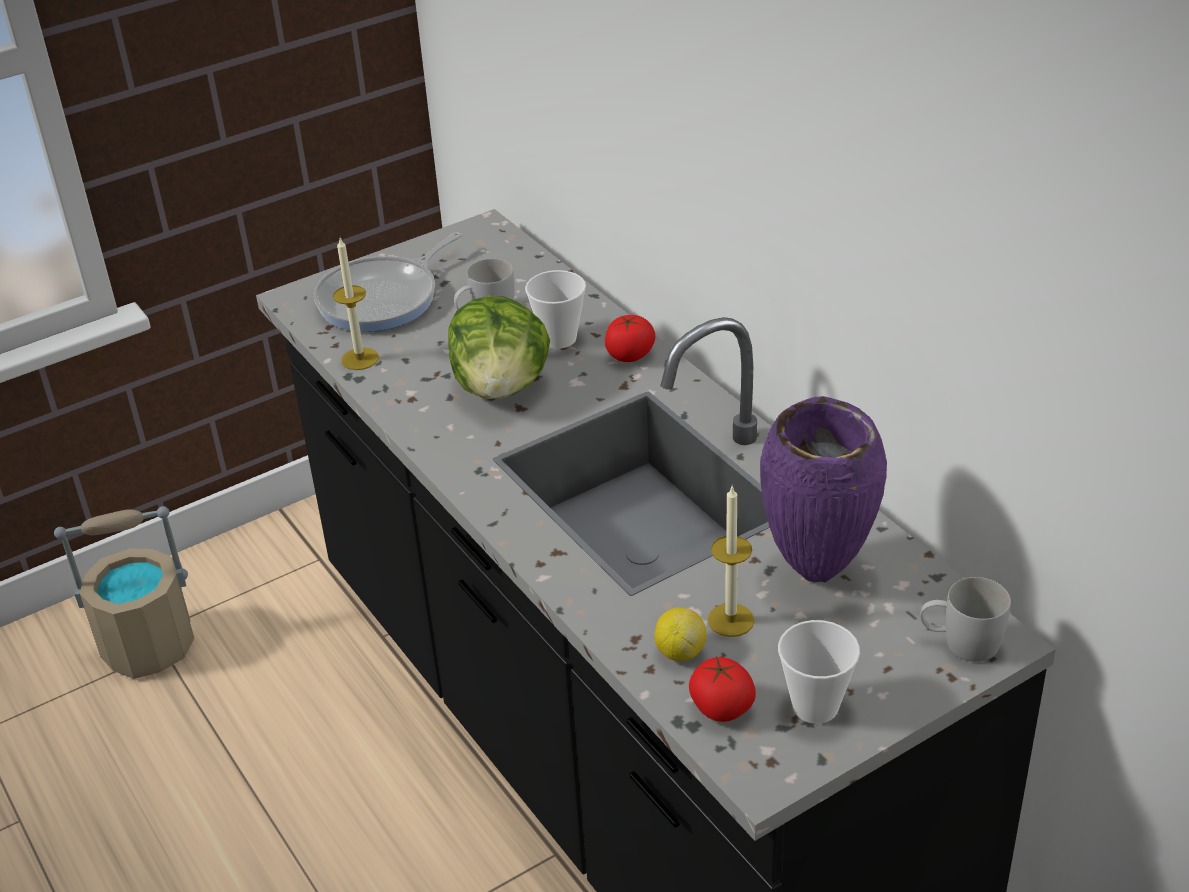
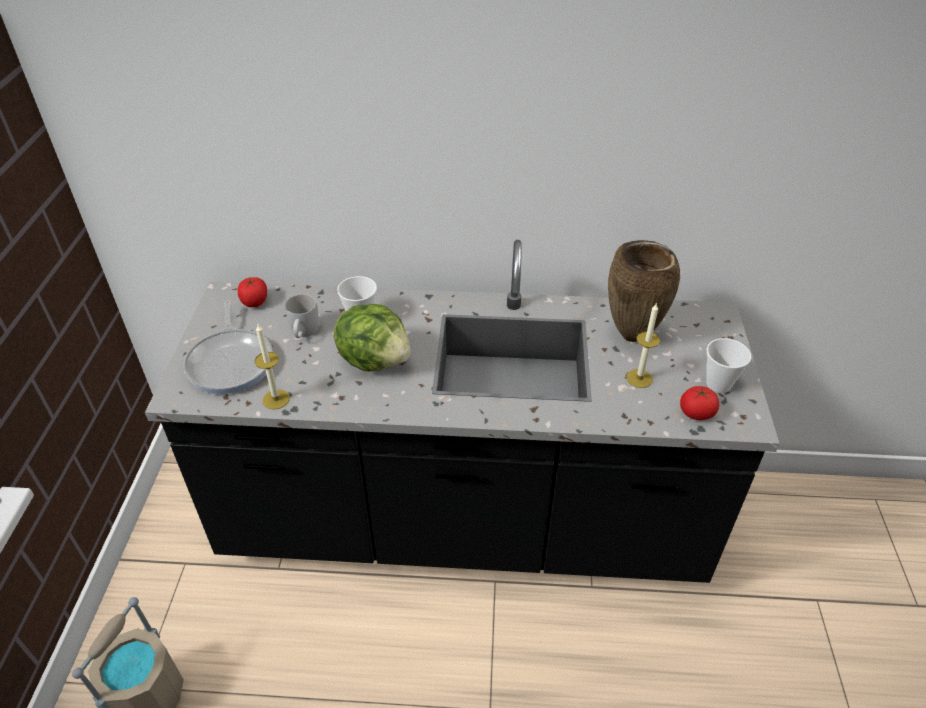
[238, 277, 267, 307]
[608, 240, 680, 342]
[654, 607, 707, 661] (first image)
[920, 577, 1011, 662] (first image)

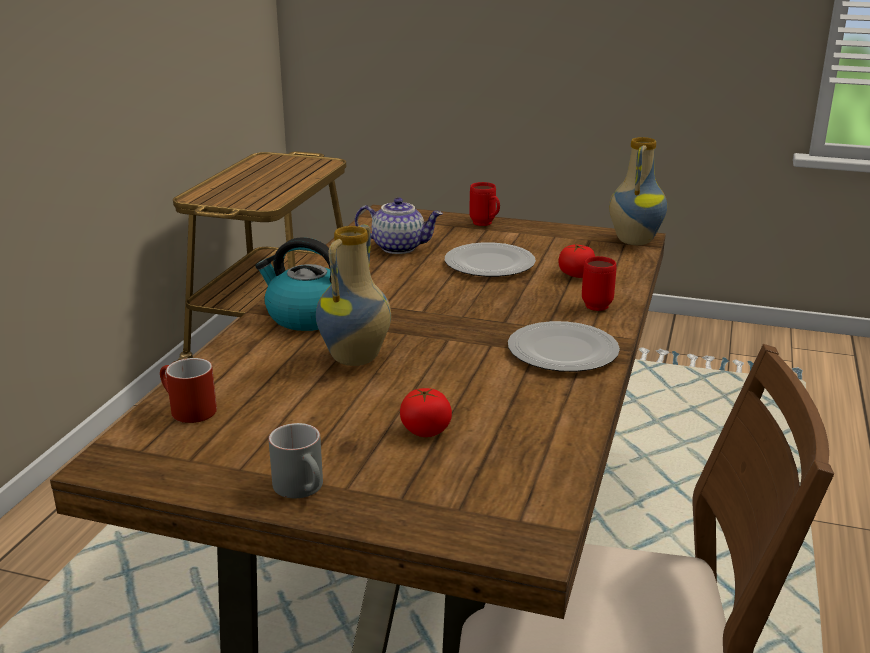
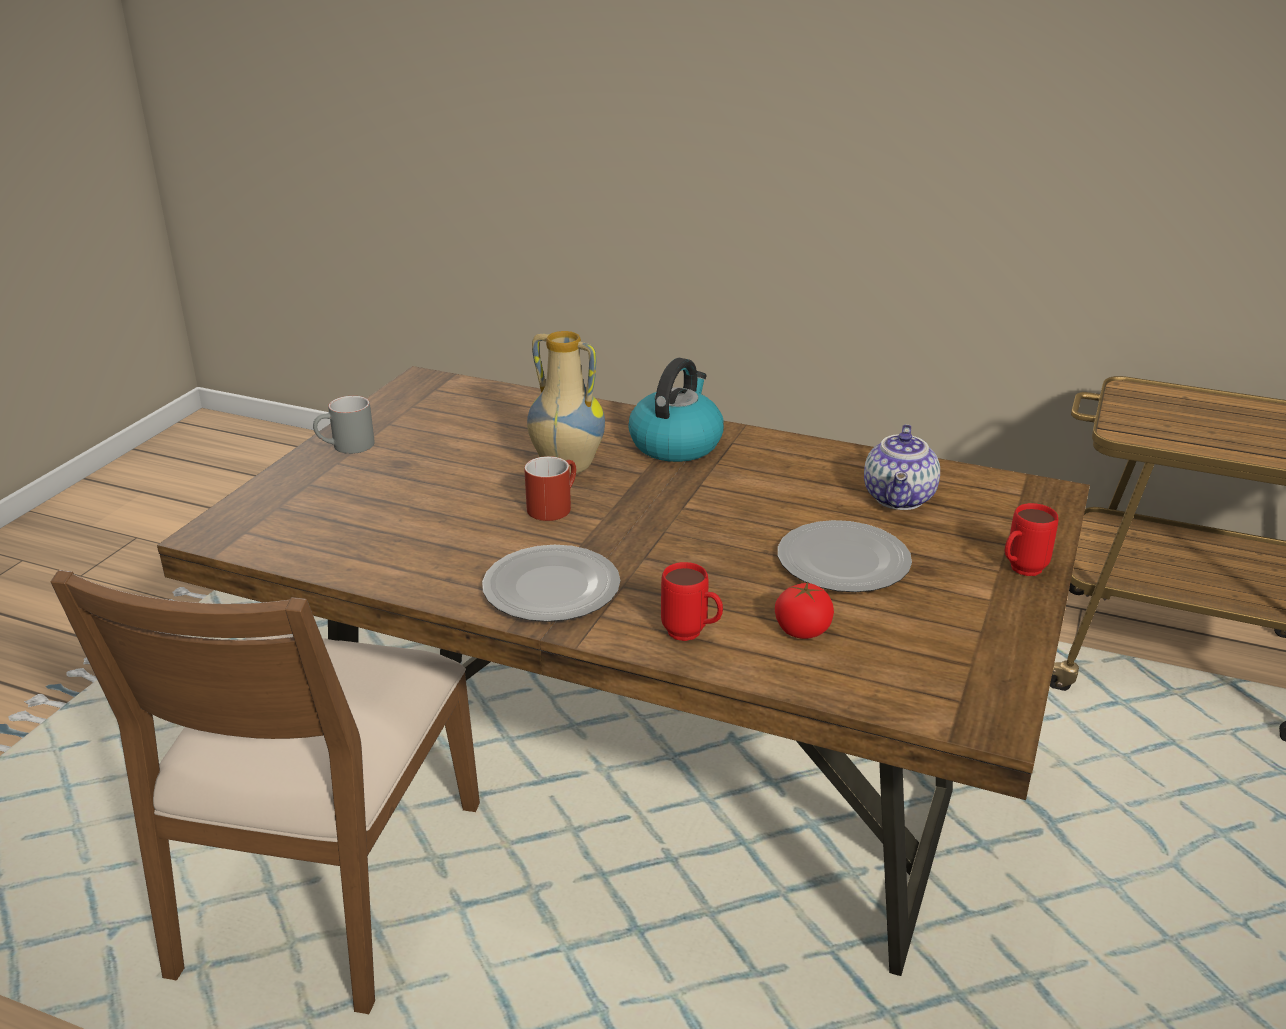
[524, 456, 576, 521]
[400, 388, 452, 437] (first image)
[609, 137, 667, 245] (first image)

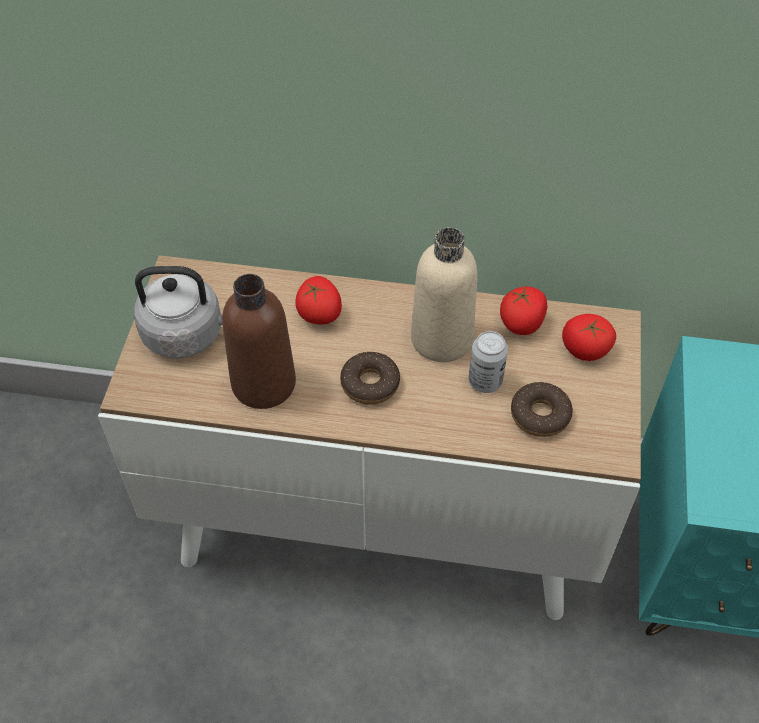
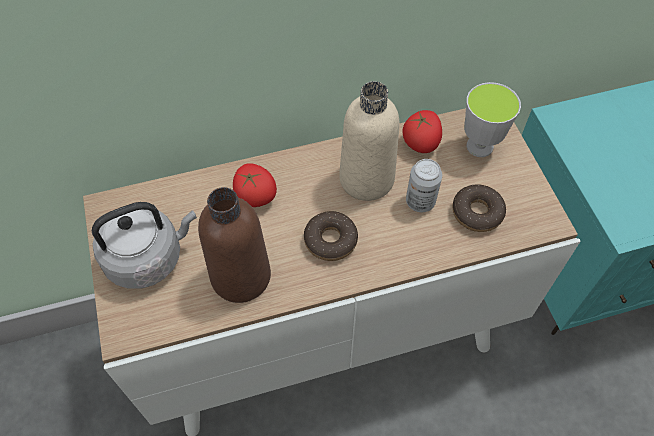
[464, 82, 521, 157]

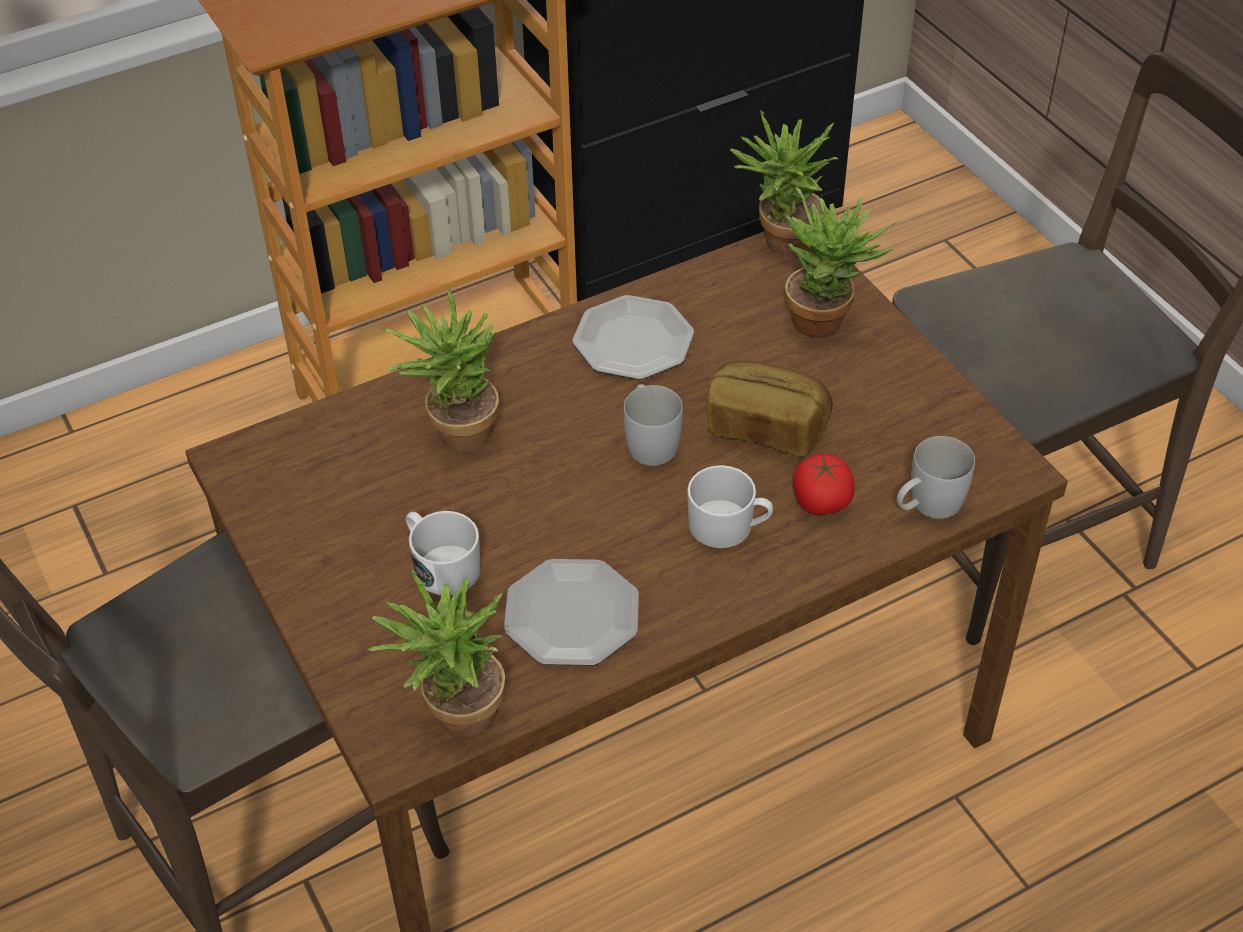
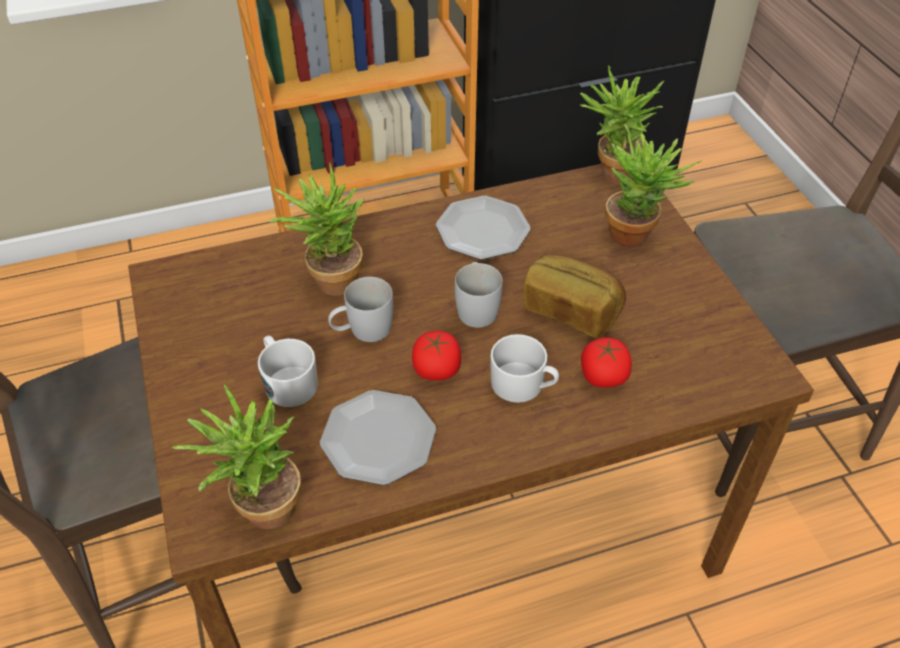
[328, 277, 393, 342]
[412, 331, 461, 380]

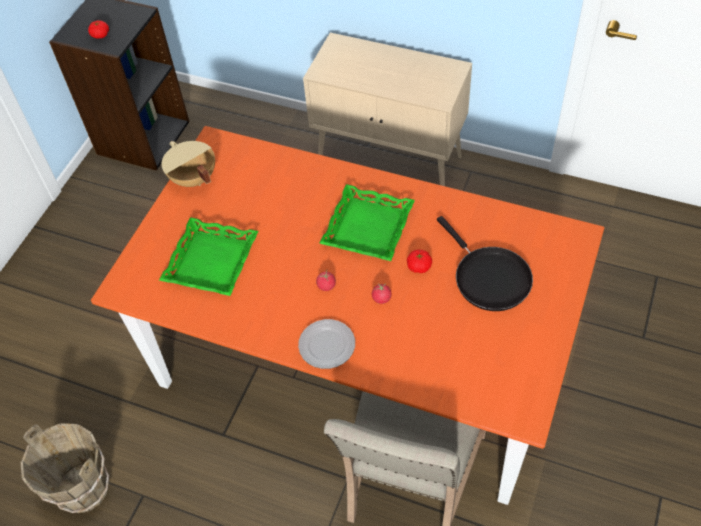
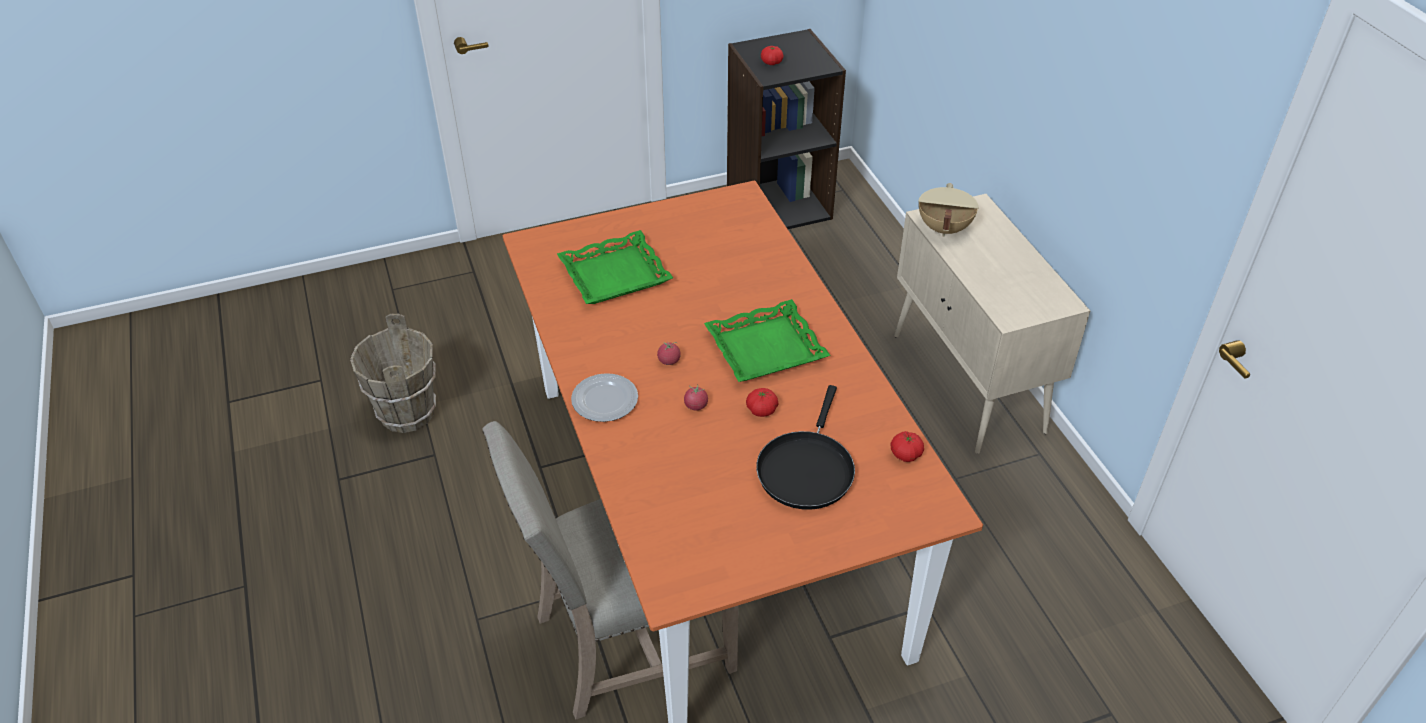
[891, 431, 924, 462]
[918, 183, 978, 237]

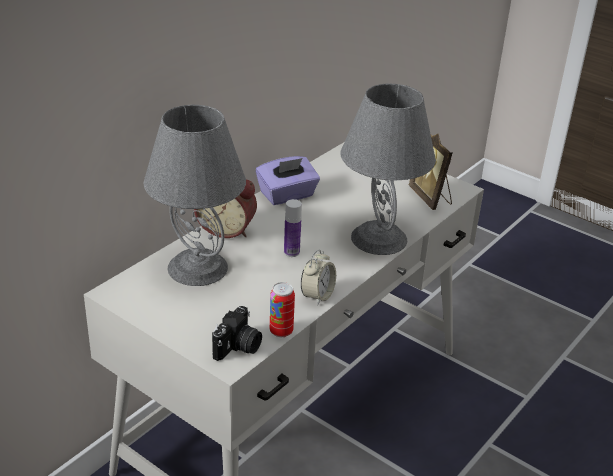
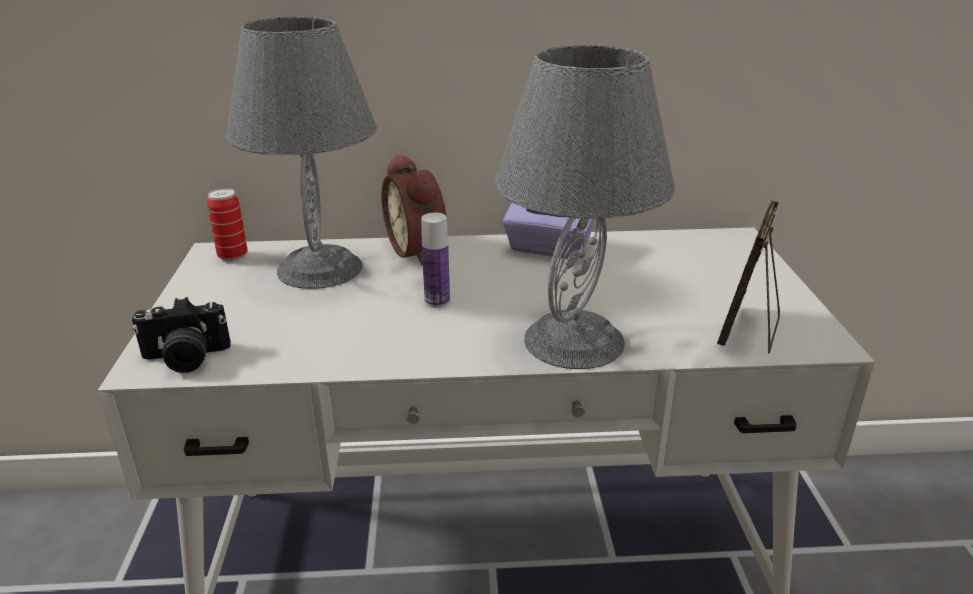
[207, 188, 248, 262]
[301, 249, 336, 305] (first image)

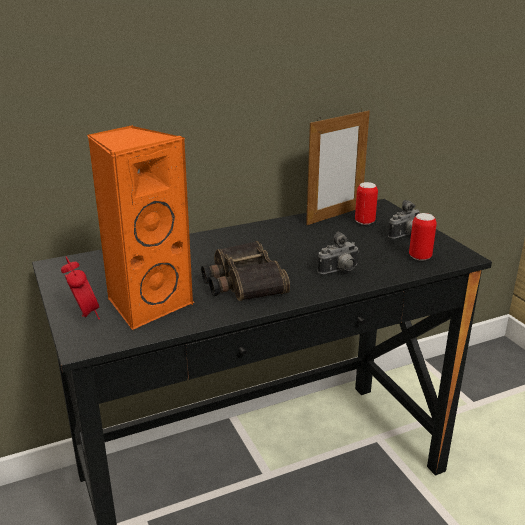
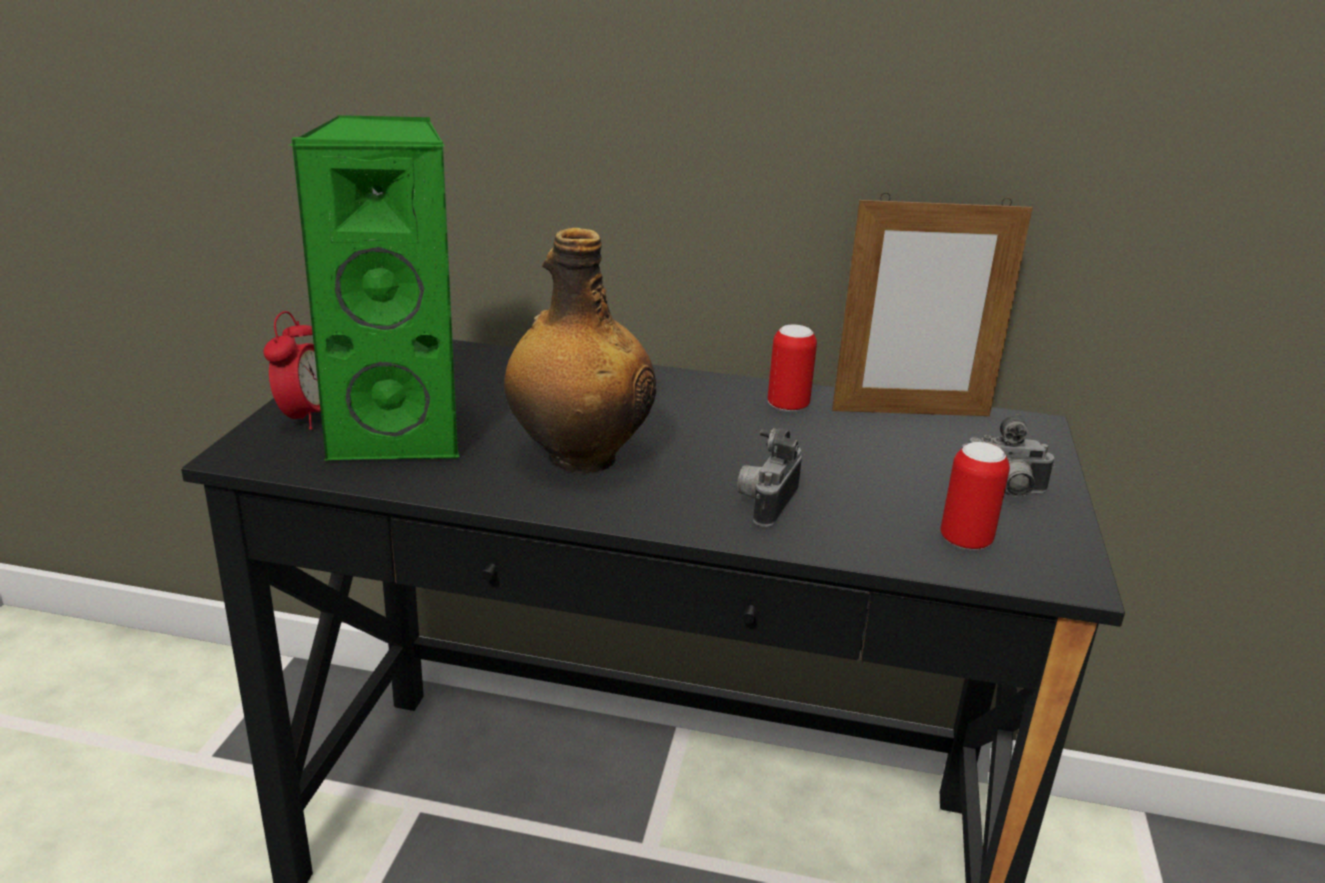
[288, 115, 460, 462]
[504, 228, 656, 473]
[737, 428, 802, 527]
[768, 325, 817, 413]

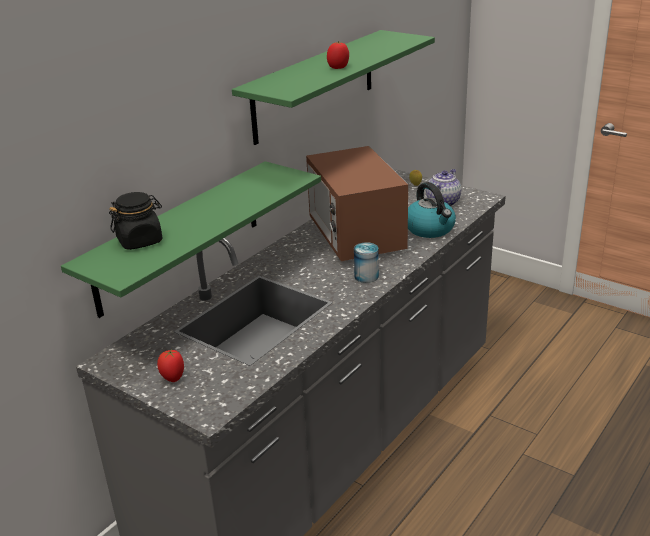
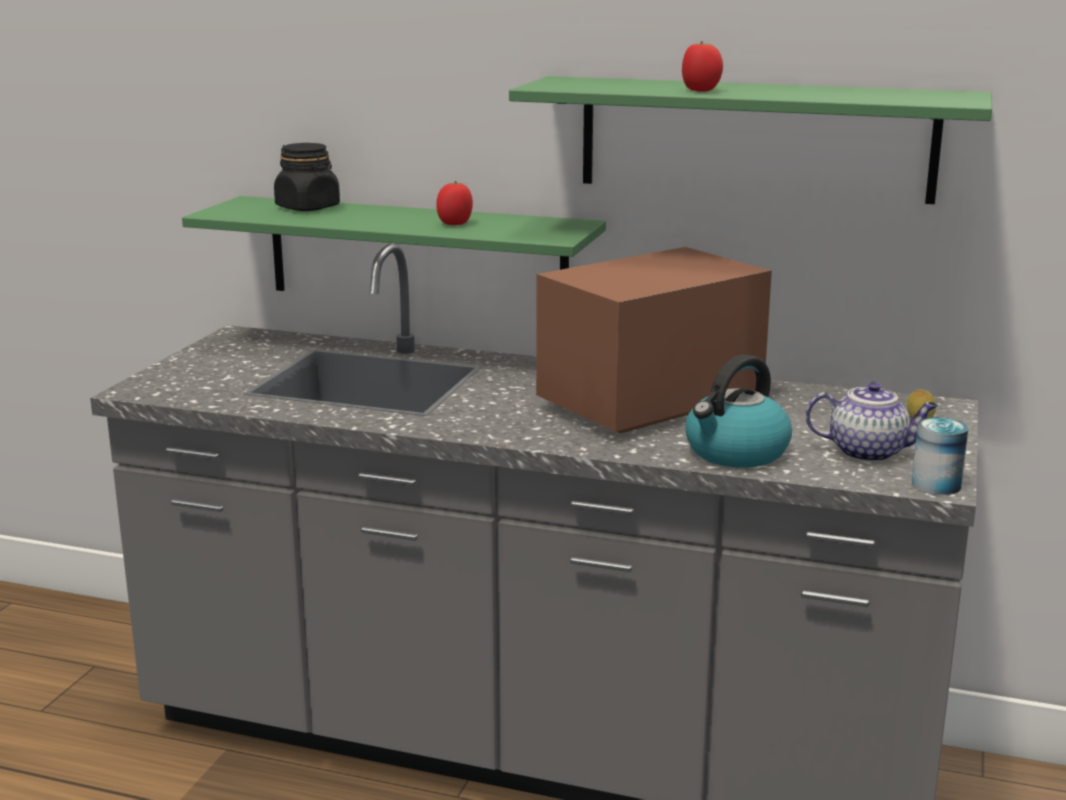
[436, 181, 473, 225]
[911, 417, 968, 495]

